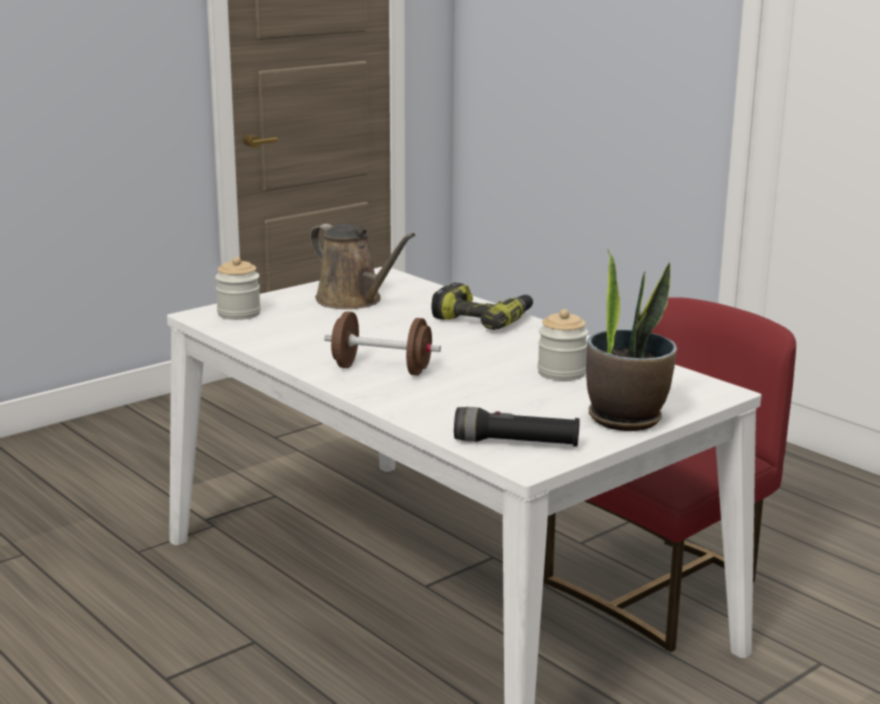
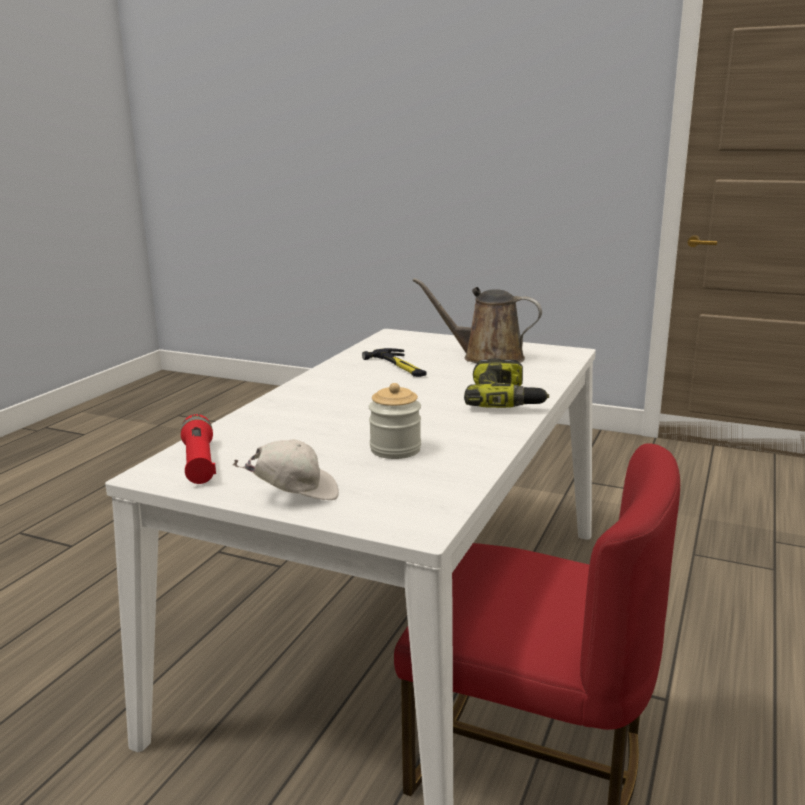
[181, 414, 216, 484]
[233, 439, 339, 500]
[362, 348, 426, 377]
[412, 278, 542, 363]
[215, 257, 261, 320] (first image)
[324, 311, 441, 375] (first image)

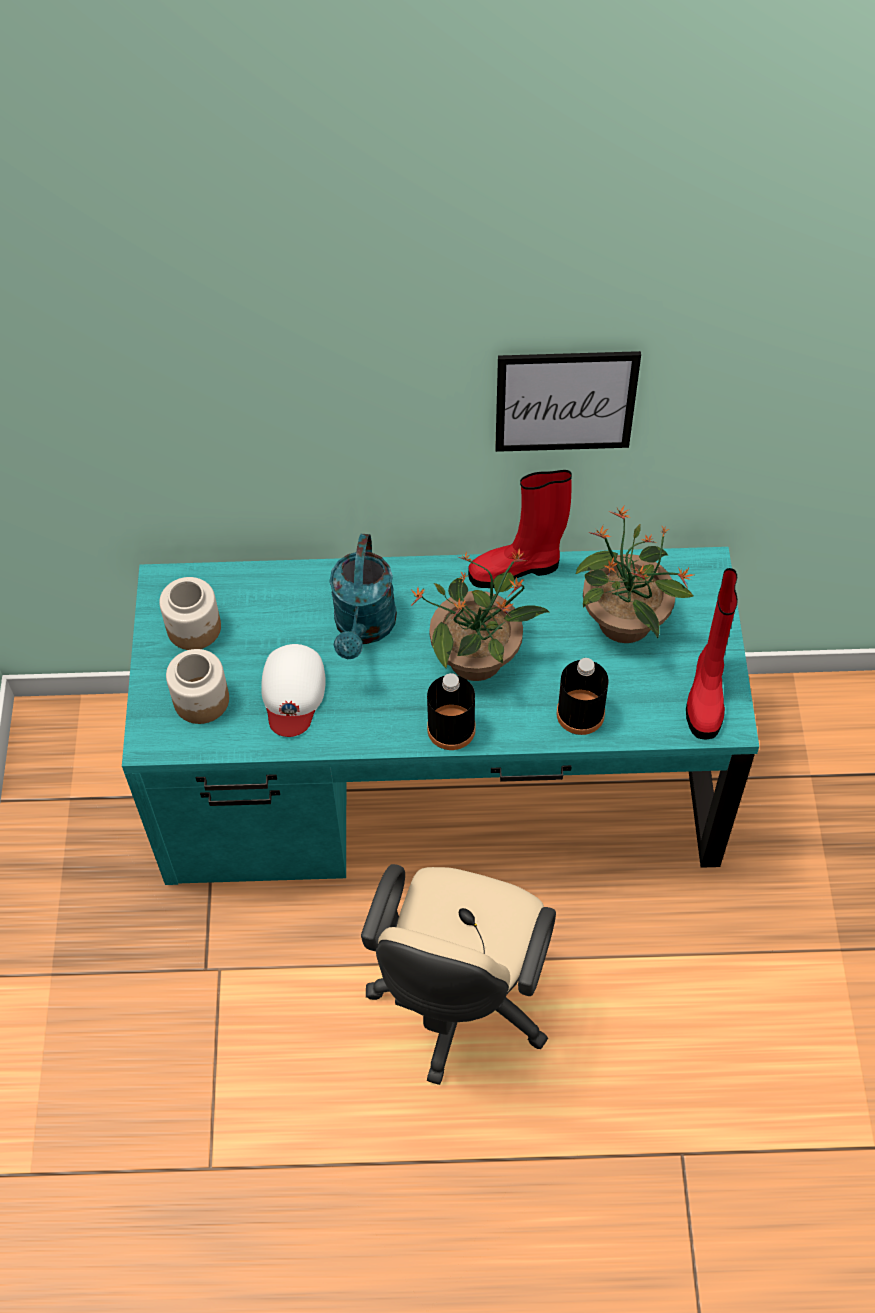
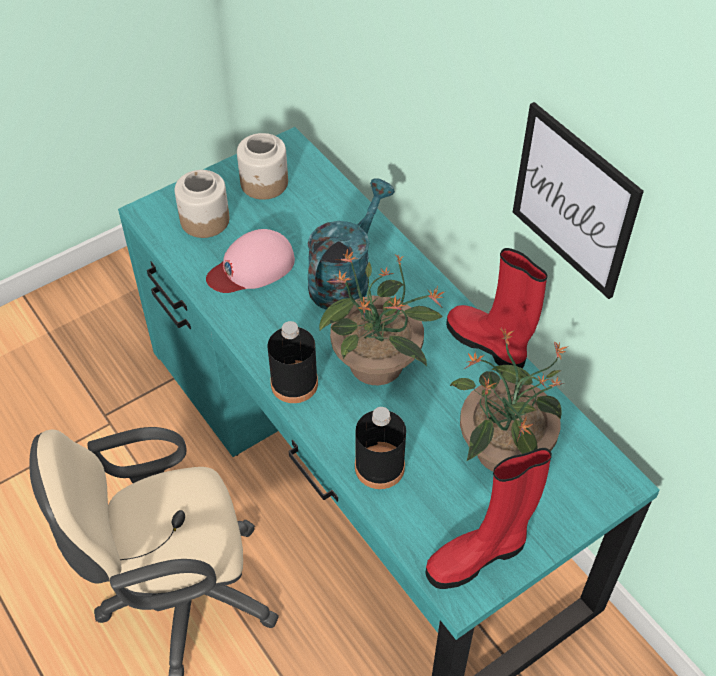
[206, 229, 295, 293]
[307, 179, 395, 310]

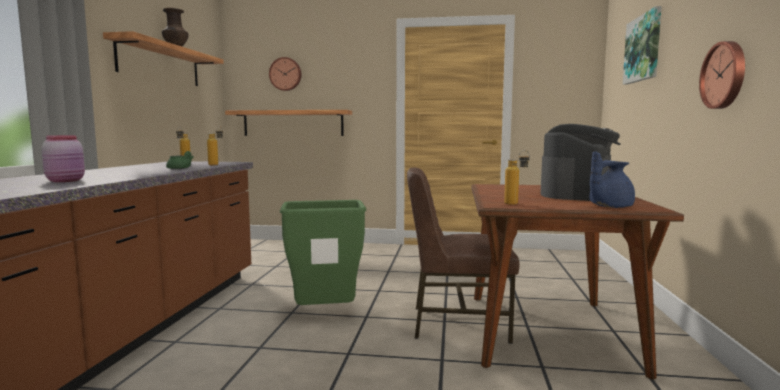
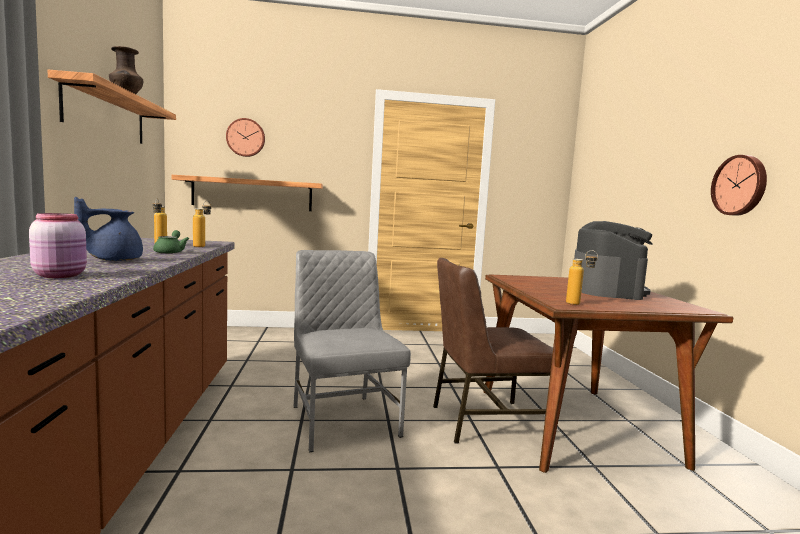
[74, 197, 143, 261]
[293, 250, 411, 452]
[623, 6, 662, 85] (first image)

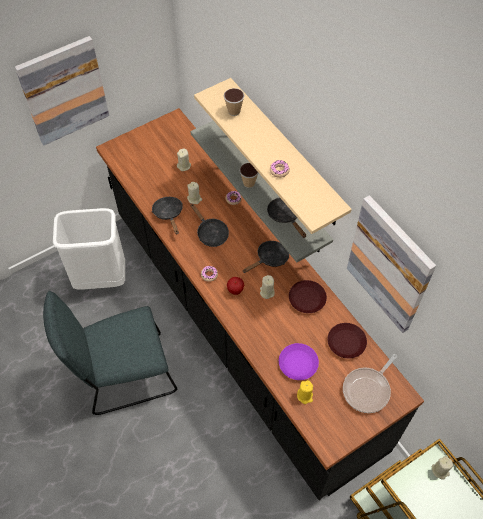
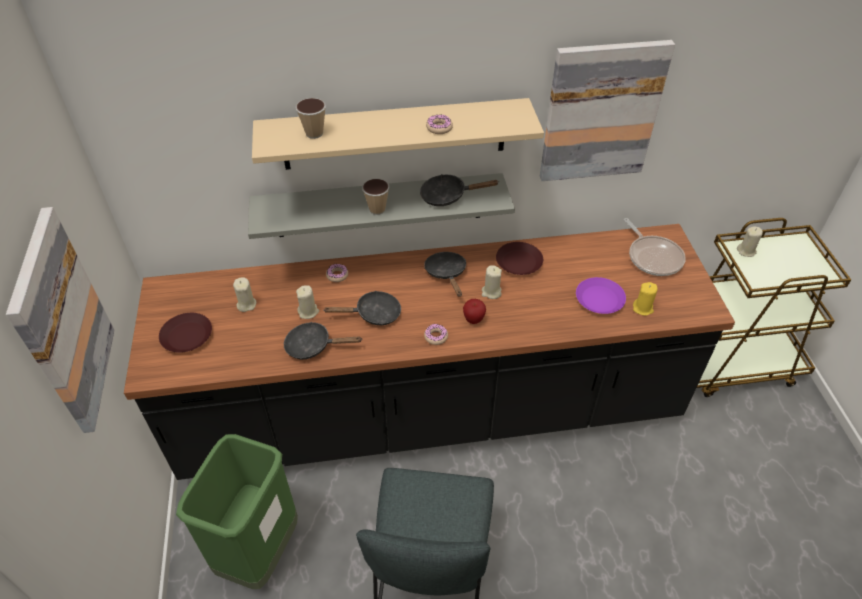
[159, 313, 212, 353]
[176, 434, 298, 589]

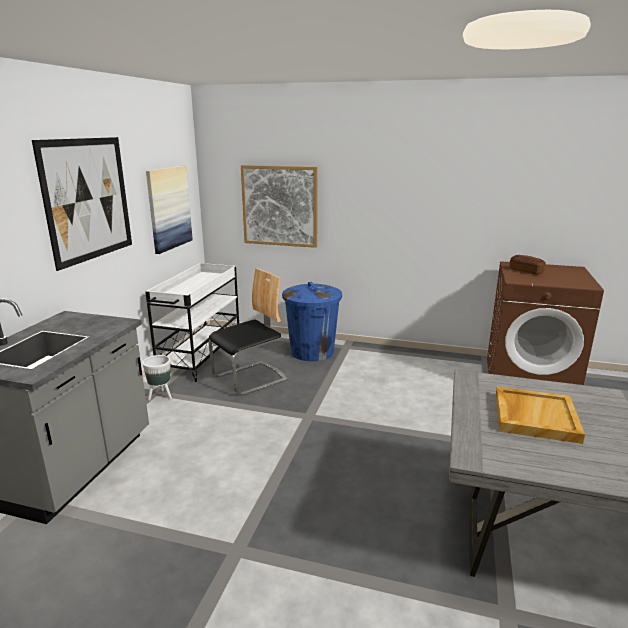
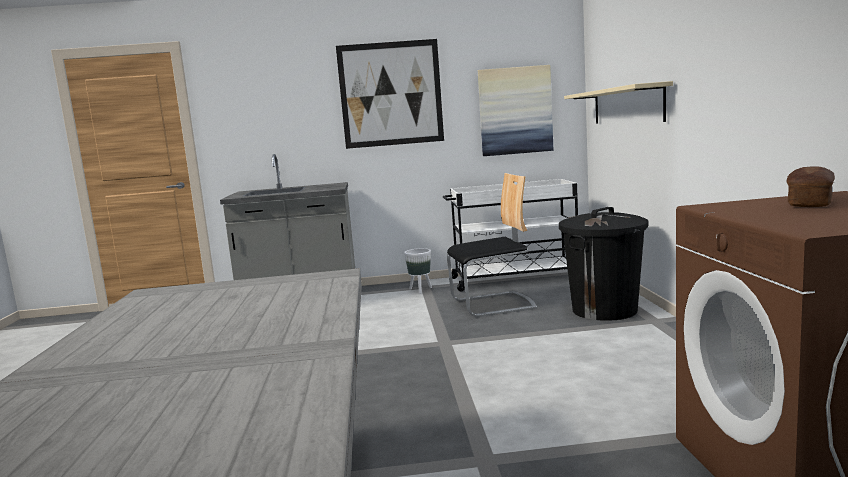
[447, 173, 537, 317]
[559, 207, 649, 321]
[564, 81, 673, 124]
[496, 387, 585, 444] (first image)

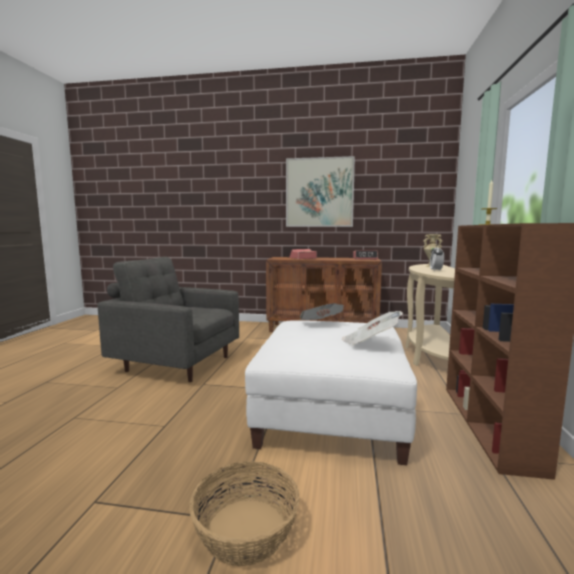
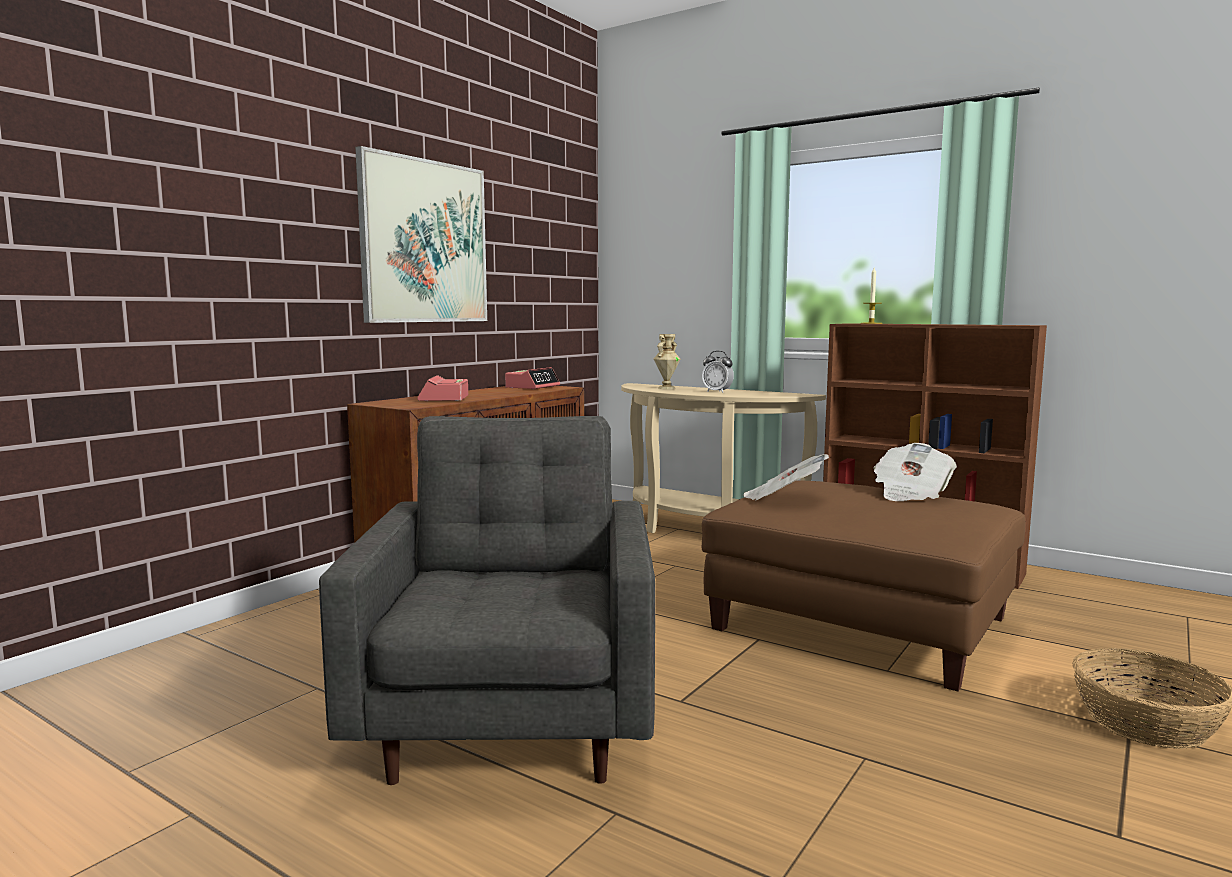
[319, 416, 655, 785]
[702, 481, 1025, 691]

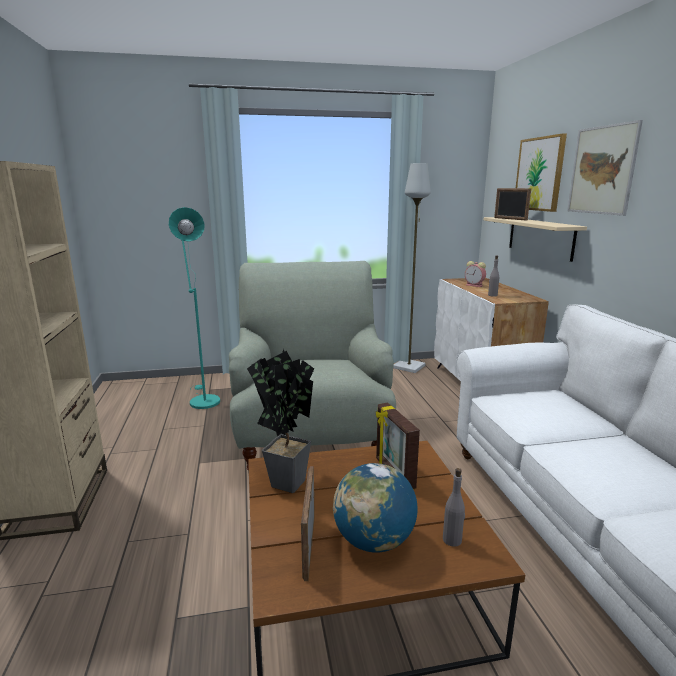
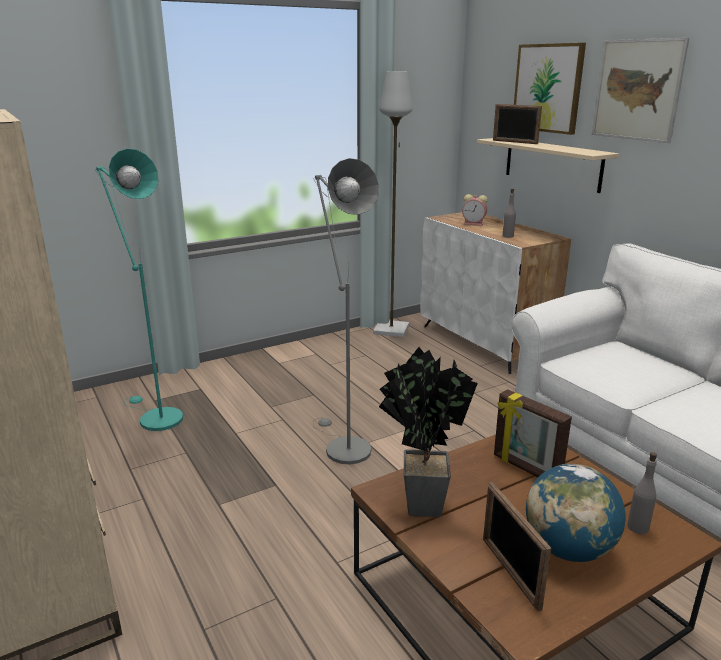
[313, 158, 379, 464]

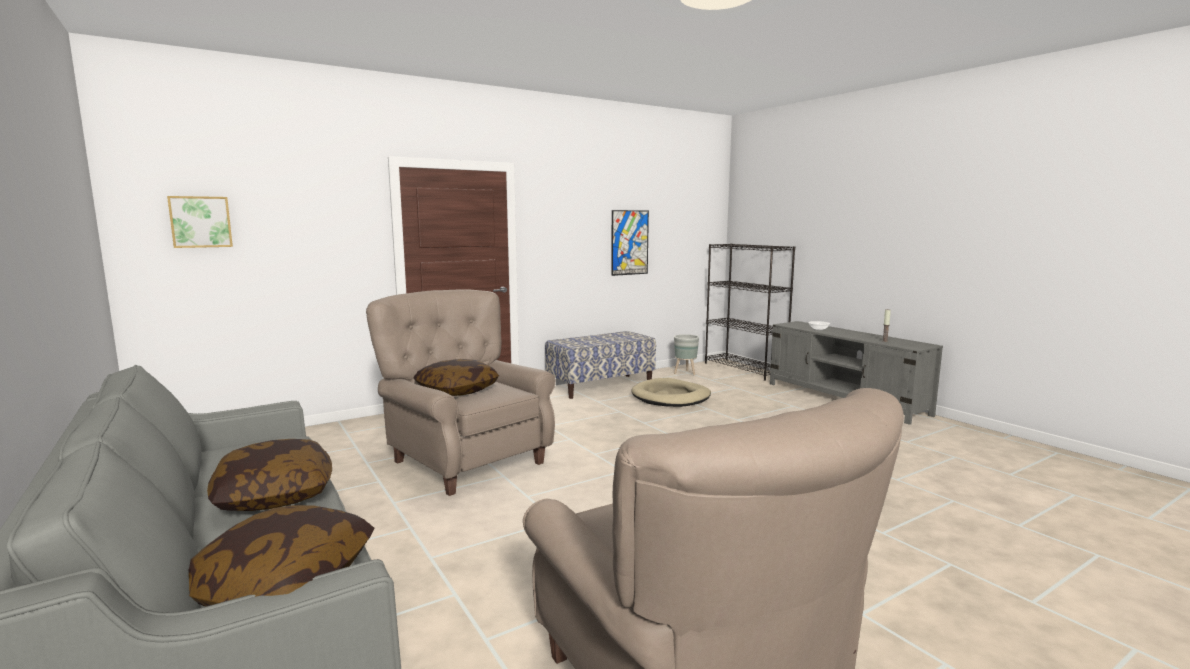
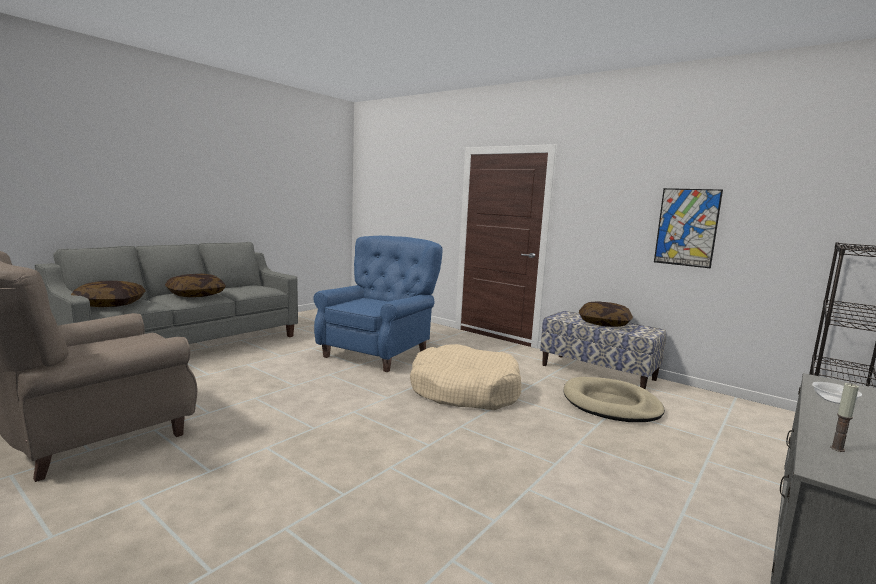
[313, 236, 443, 372]
[410, 344, 521, 410]
[579, 301, 633, 327]
[167, 196, 233, 248] (first image)
[674, 334, 699, 375] (first image)

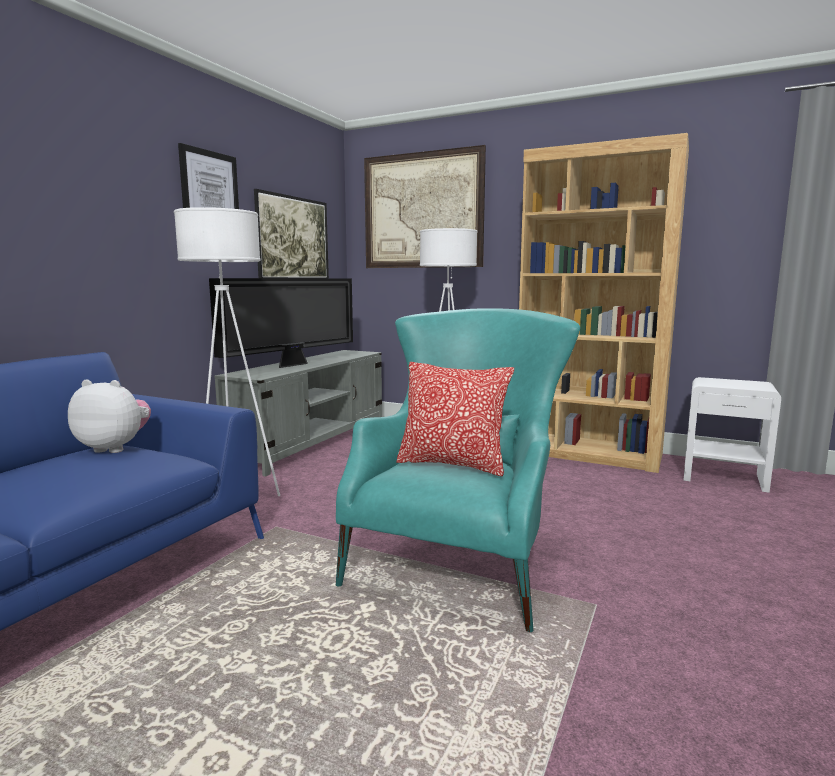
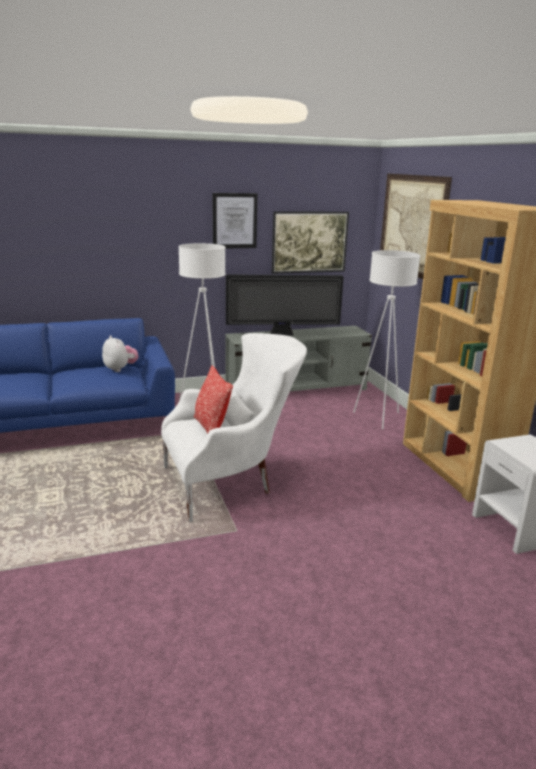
[161, 333, 307, 522]

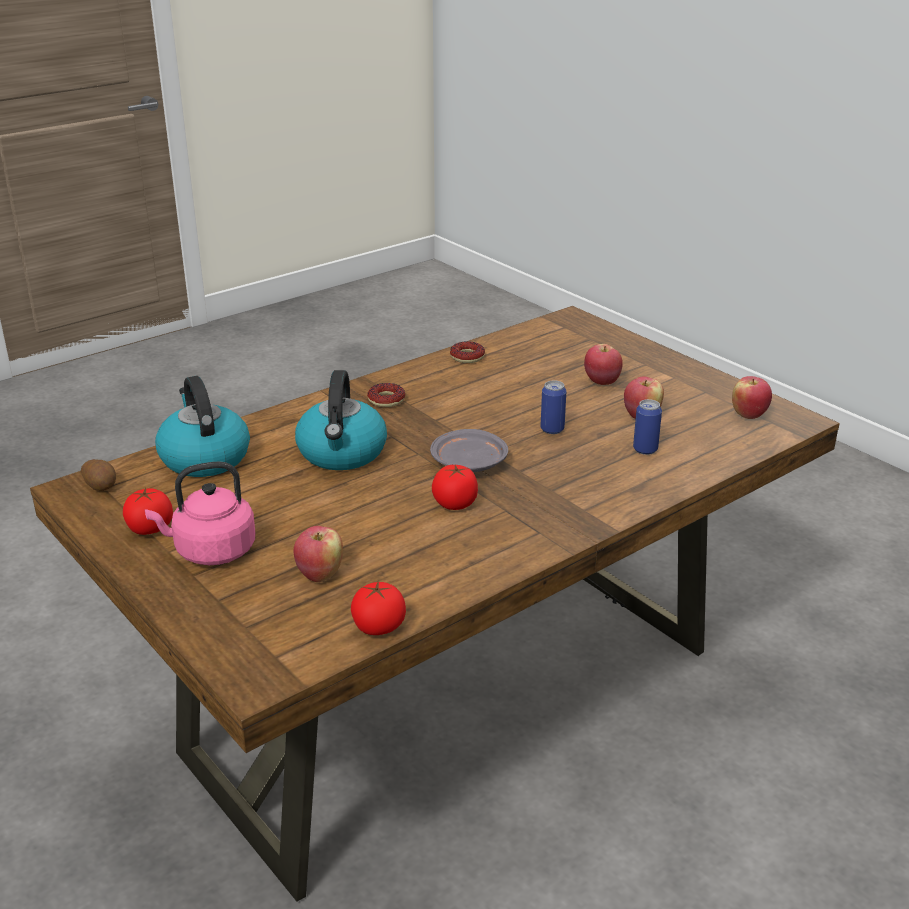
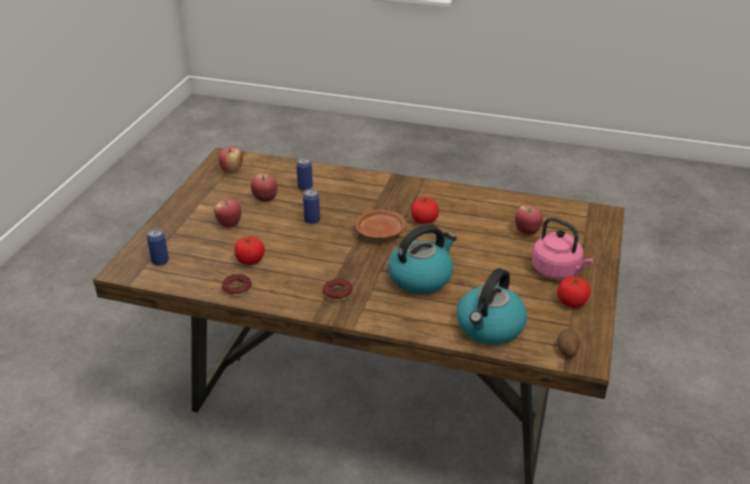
[147, 228, 169, 266]
[234, 236, 265, 265]
[355, 209, 406, 239]

